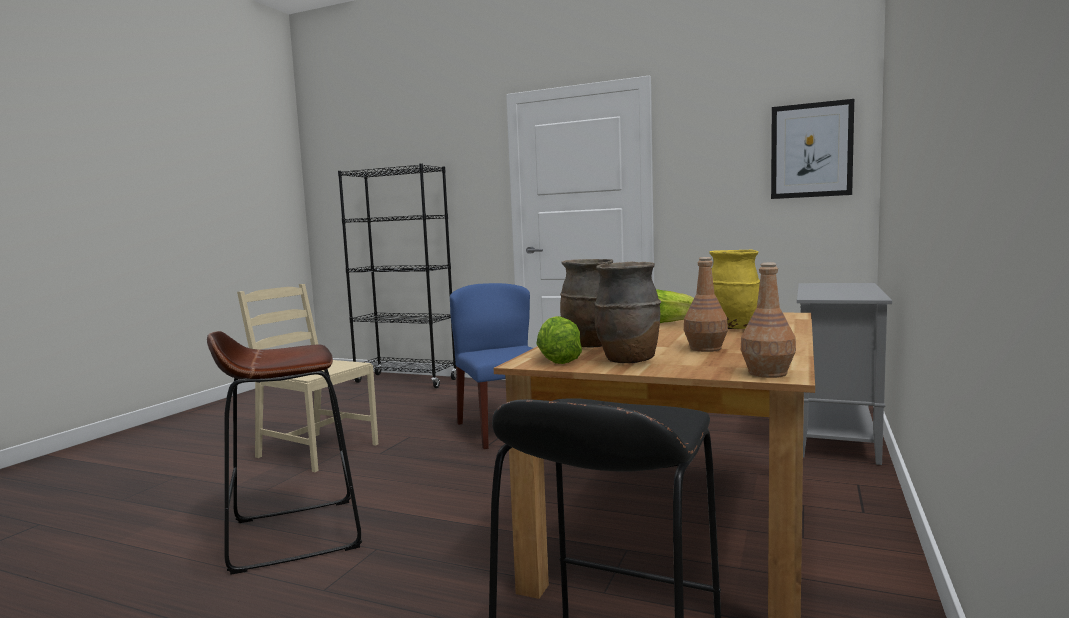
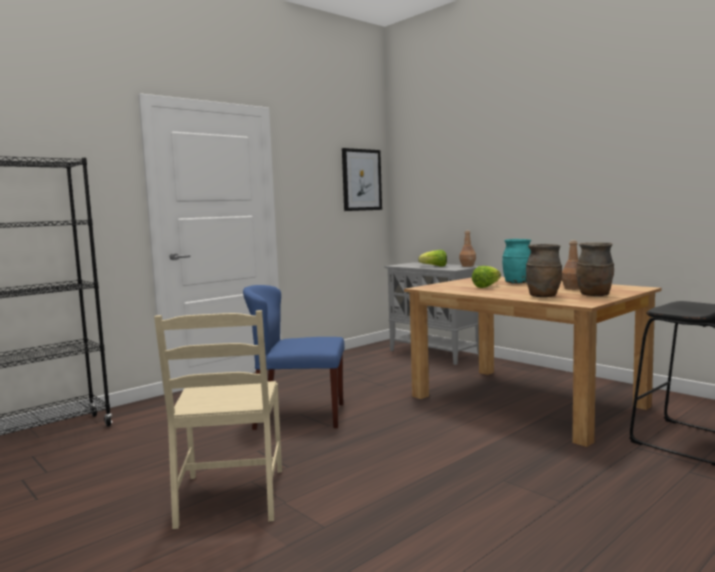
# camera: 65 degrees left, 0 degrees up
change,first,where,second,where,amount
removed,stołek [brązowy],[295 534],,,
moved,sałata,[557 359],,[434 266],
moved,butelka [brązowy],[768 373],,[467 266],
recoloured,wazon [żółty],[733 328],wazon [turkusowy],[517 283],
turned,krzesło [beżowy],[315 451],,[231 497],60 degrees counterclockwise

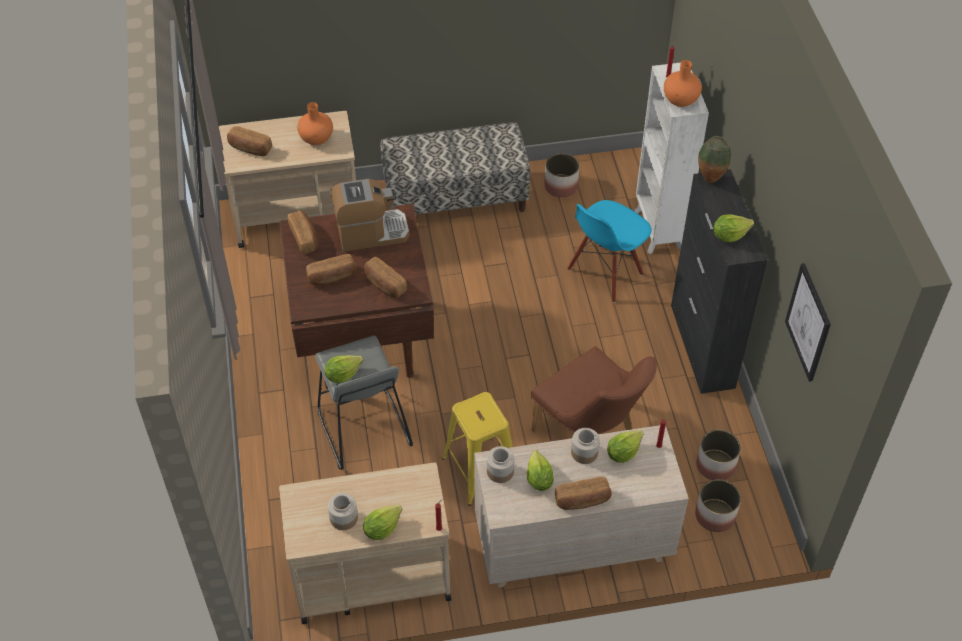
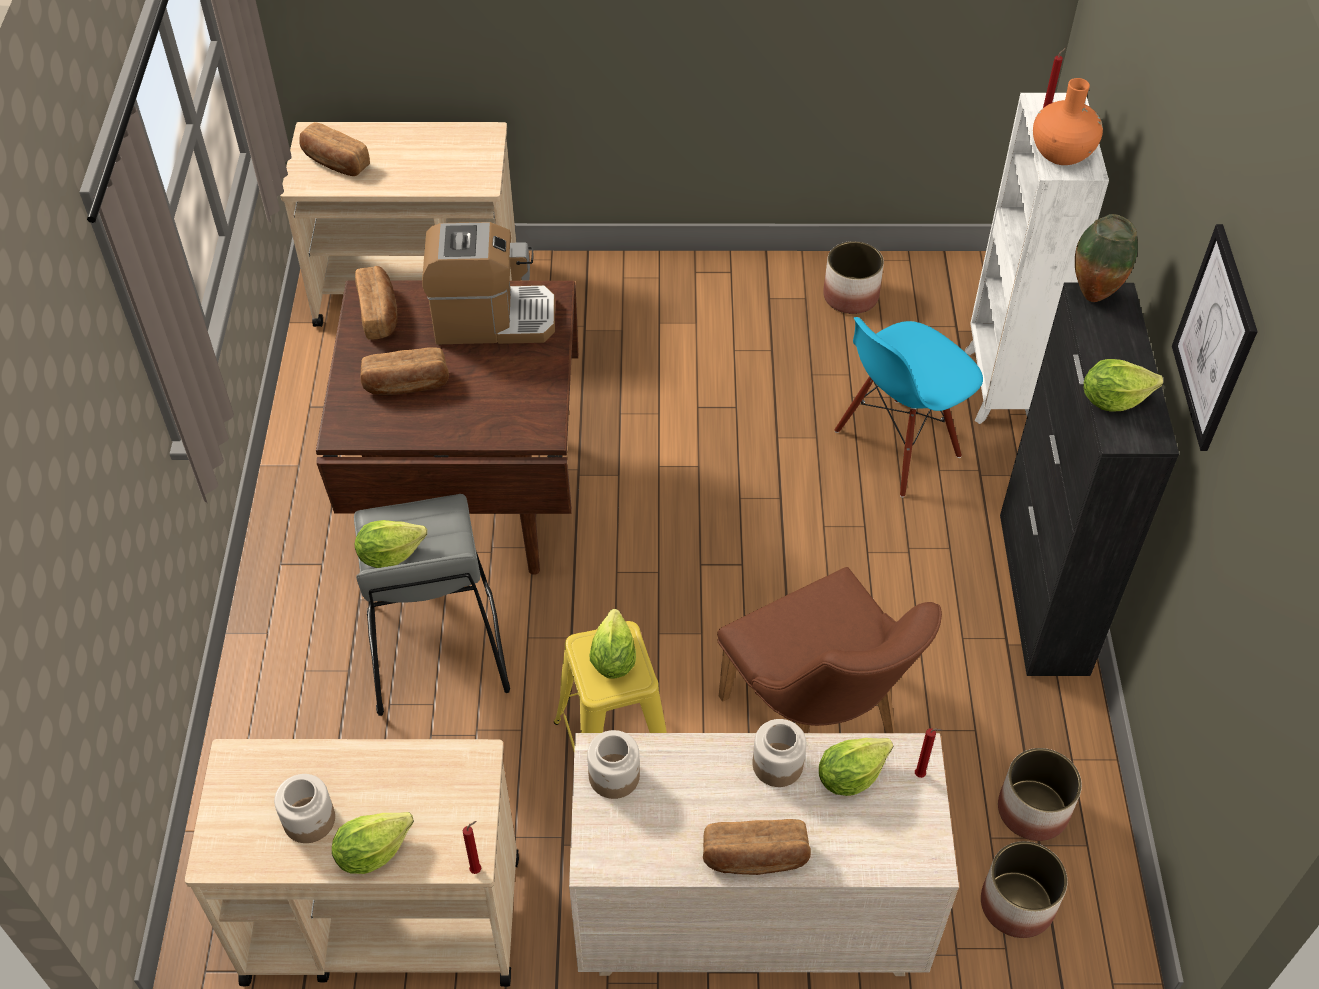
# camera: 10 degrees right, 0 degrees up
change,first,where,second,where,amount
removed,wazon [pomarańczowy],[316 138],,,
removed,chleb,[384 284],,,
removed,ławka,[455 198],,,
moved,sałata,[538 479],,[613 659],
moved,obraz,[808 322],,[1215 339],

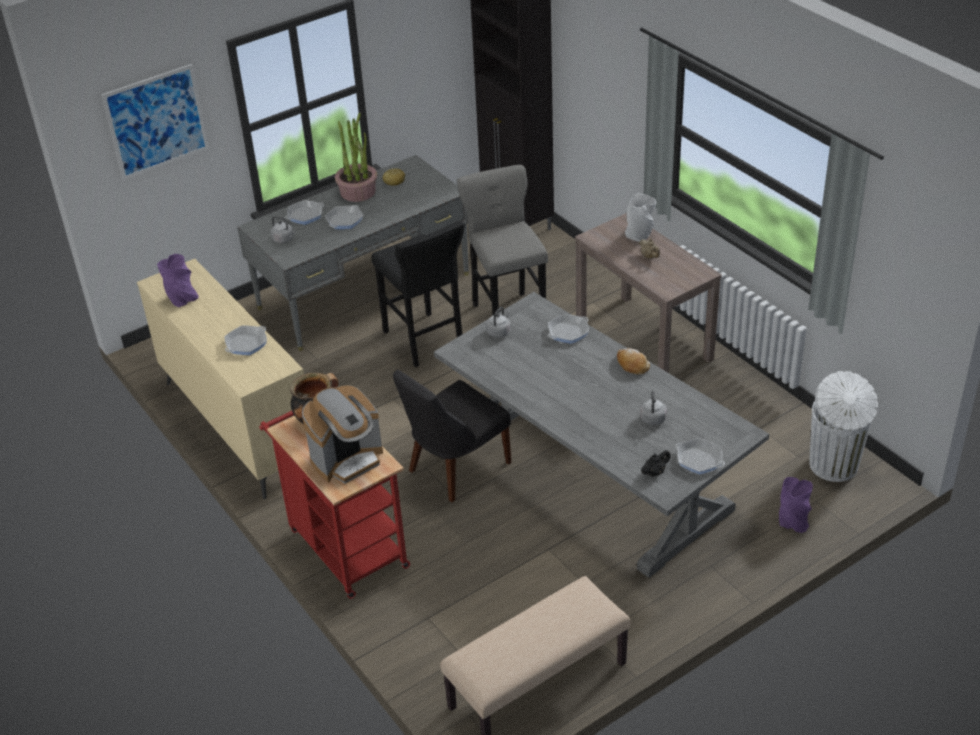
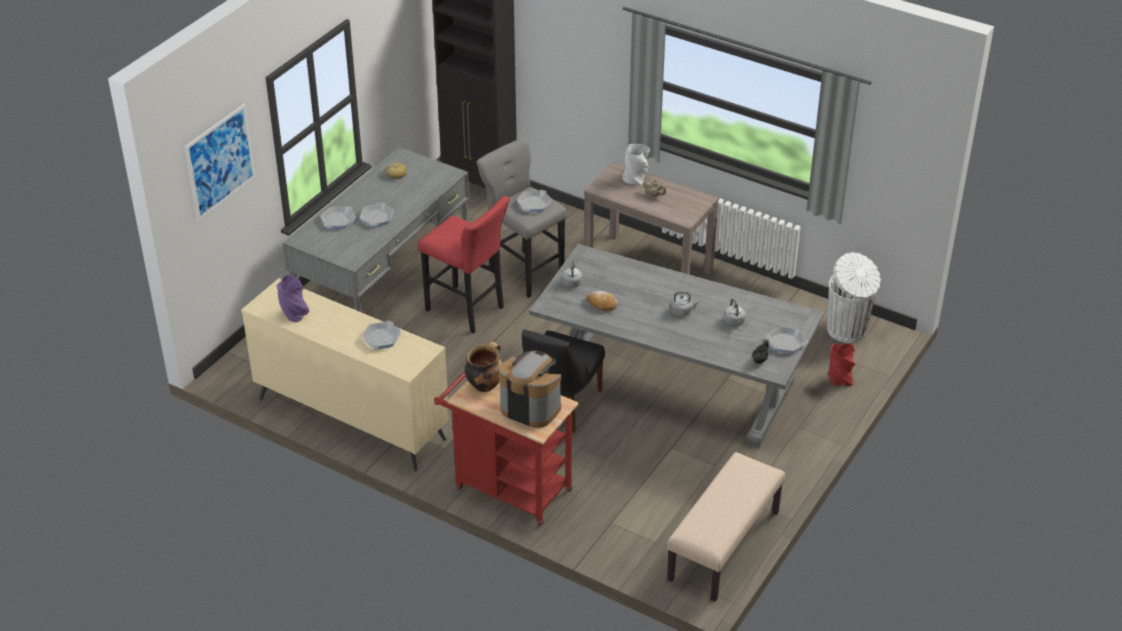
# camera: 25 degrees left, 0 degrees up
change,first,where,second,where,amount
removed,roślina doniczkowa,[358 191],,,
moved,czajnik [szary],[284 239],,[682 311],
moved,patelnia,[568 332],,[534 204],
moved,chleb,[632 365],,[601 304],
recoloured,stołek [czarny],[425 342],stołek [czerwony],[467 311],
recoloured,wazon [fioletowy],[793 521],wazon [czerwony],[840 379],
turned,ekspres do kawy,[347 459],,[530 407],90 degrees counterclockwise

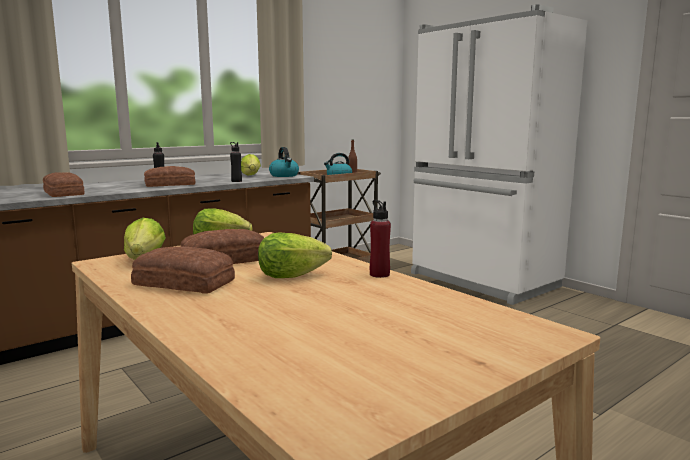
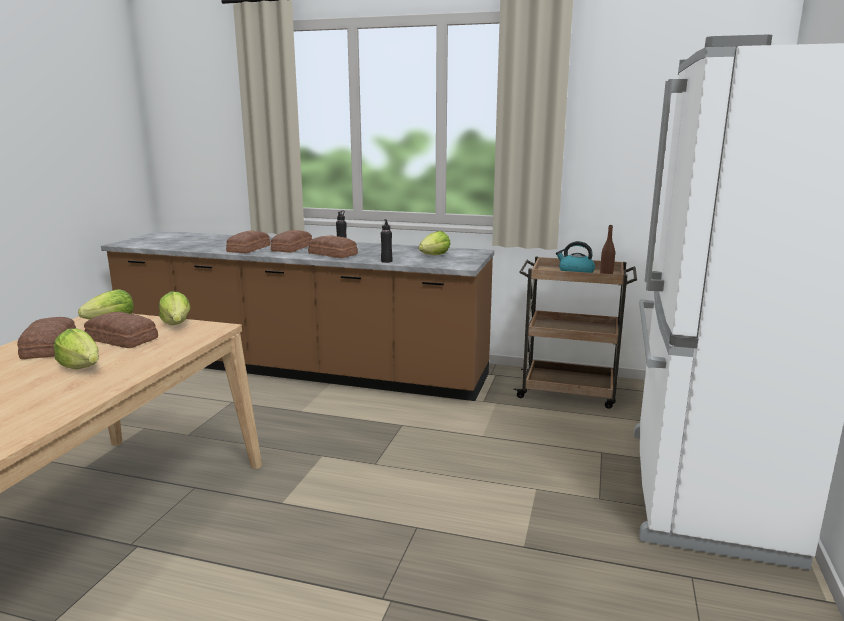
# camera: 55 degrees right, 5 degrees up
change,first,where,second,where,amount
removed,czajnik,[284 175],,,
removed,butelka [czerwony],[379 274],,,
added,,,chleb,[291 248],

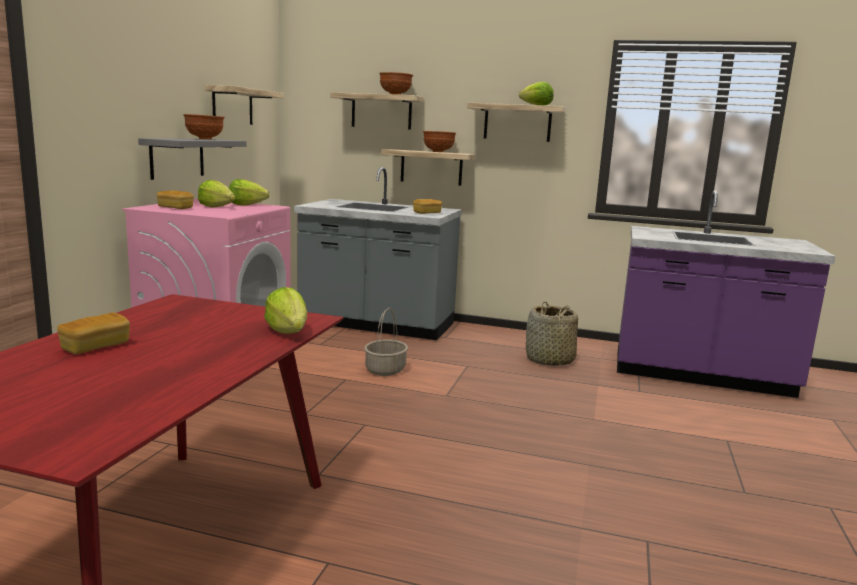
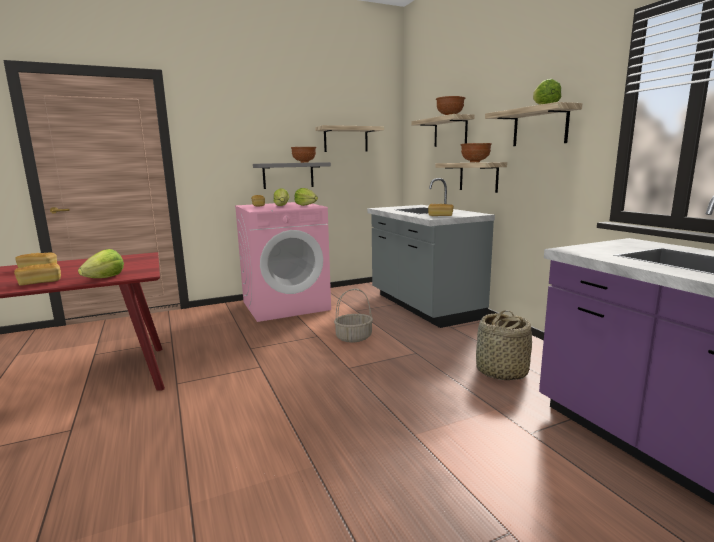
# camera: 50 degrees right, 0 degrees up
change,first,where,second,where,amount
added,,,chleb,[40 282],

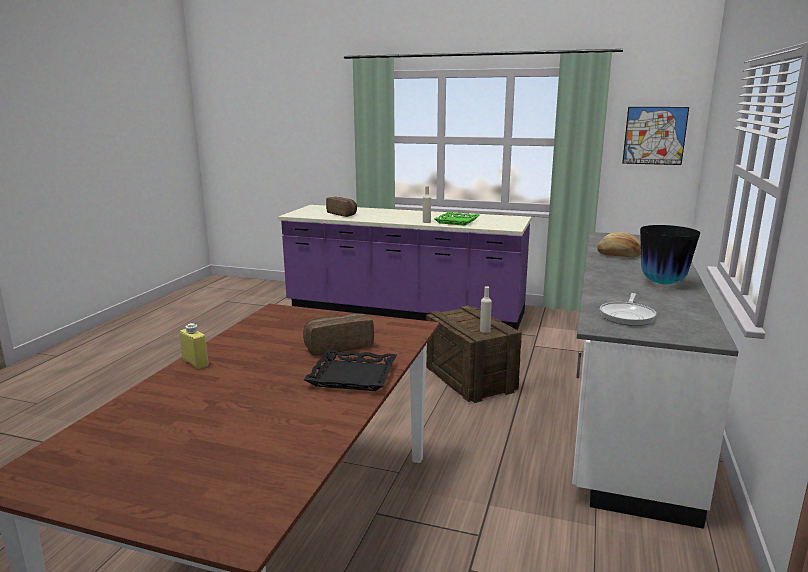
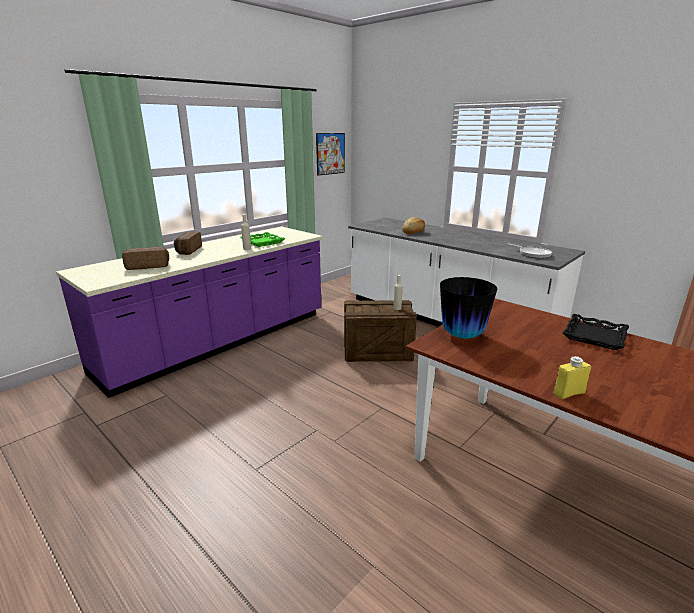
# camera: 65 degrees left, 5 degrees up
change,first,where,second,where,amount
moved,chleb,[338 346],,[187 250],
moved,wazon,[662 283],,[462 336],

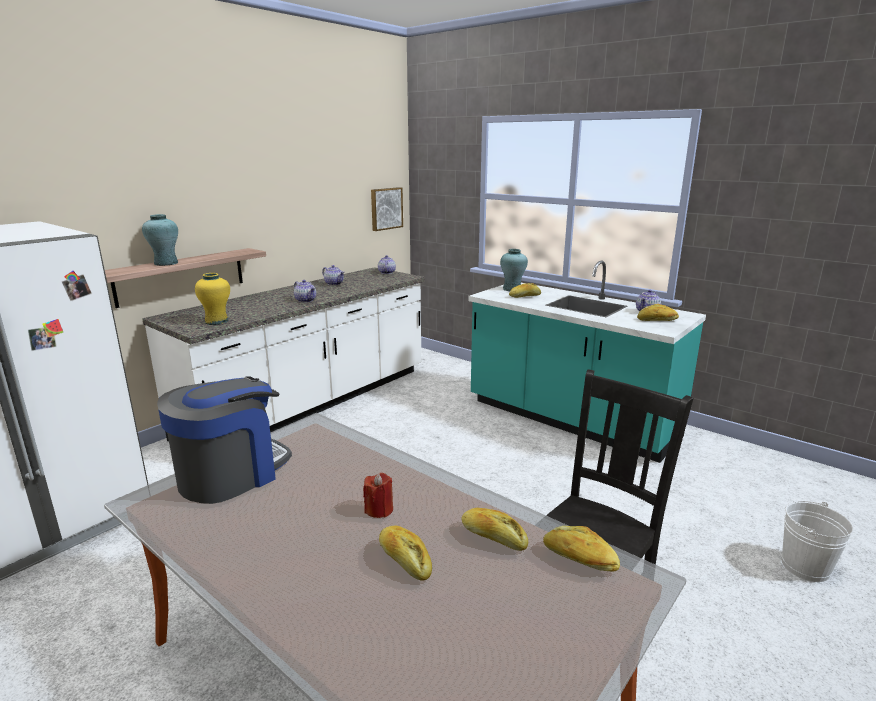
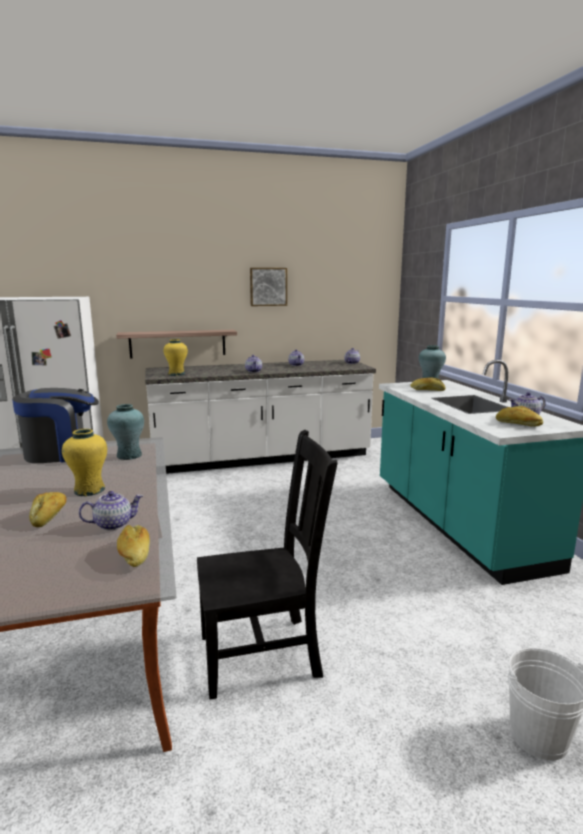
# camera: 35 degrees right, 5 degrees down
change,first,where,second,where,amount
moved,wazon [turkusowy],[166 263],,[129 455],
moved,obraz,[385 208],,[268 287],
replaced,świeca [czerwony],[379 510],wazon [żółty],[89 490],
replaced,chleb,[493 537],imbryk,[114 524],

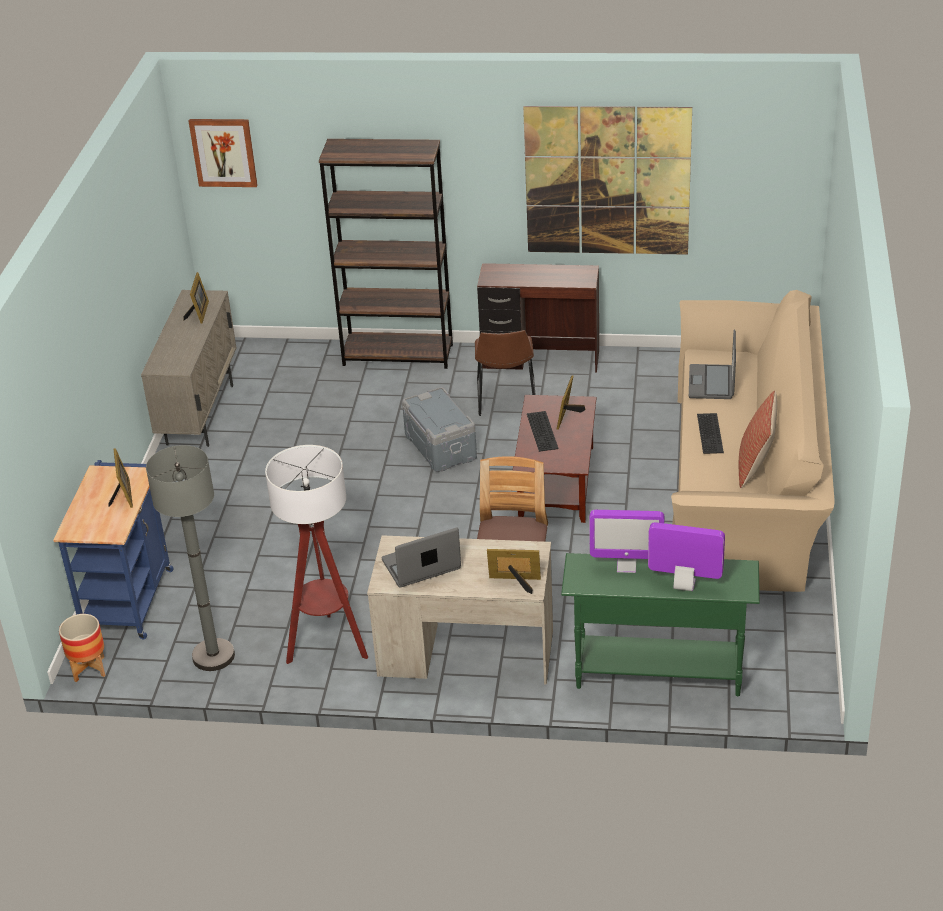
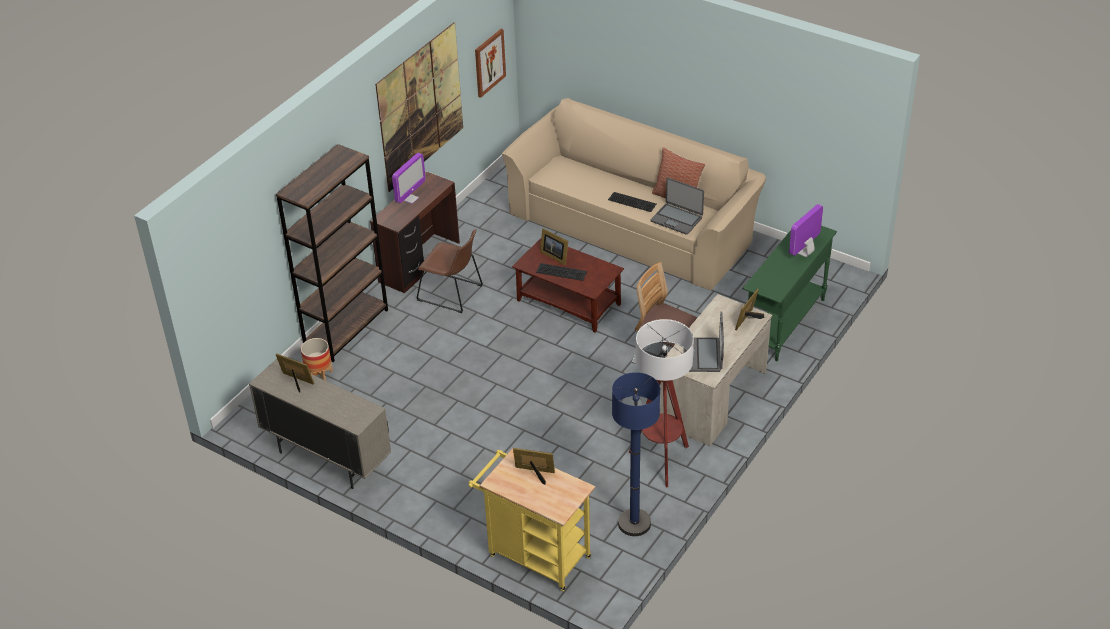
# camera: 65 degrees left, 5 degrees up
change,first,where,second,where,amount
removed,pojemnik do przechowywania [szary],[439 447],,,
moved,donica,[89 669],,[319 376],
moved,obraz,[223 152],,[489 62],
moved,monitor,[626 566],,[410 199],
moved,laptop,[712 383],,[677 219],
recoloured,wózek [niebieski],[130 597],wózek [żółty],[534 554],
recoloured,lampa stojąca [szary],[213 656],lampa stojąca [niebieski],[634 523],

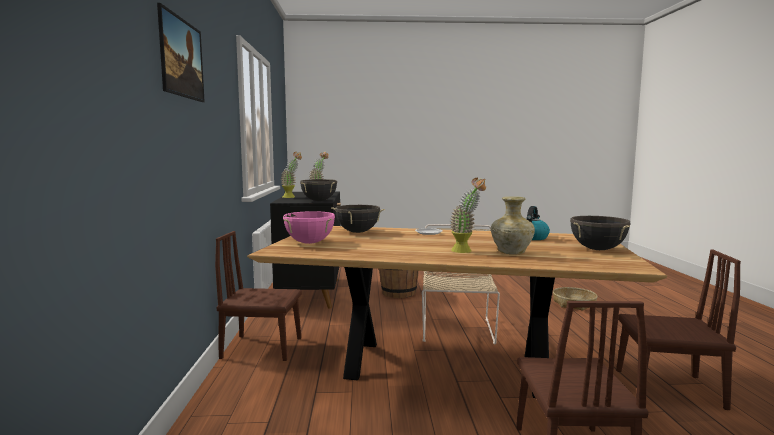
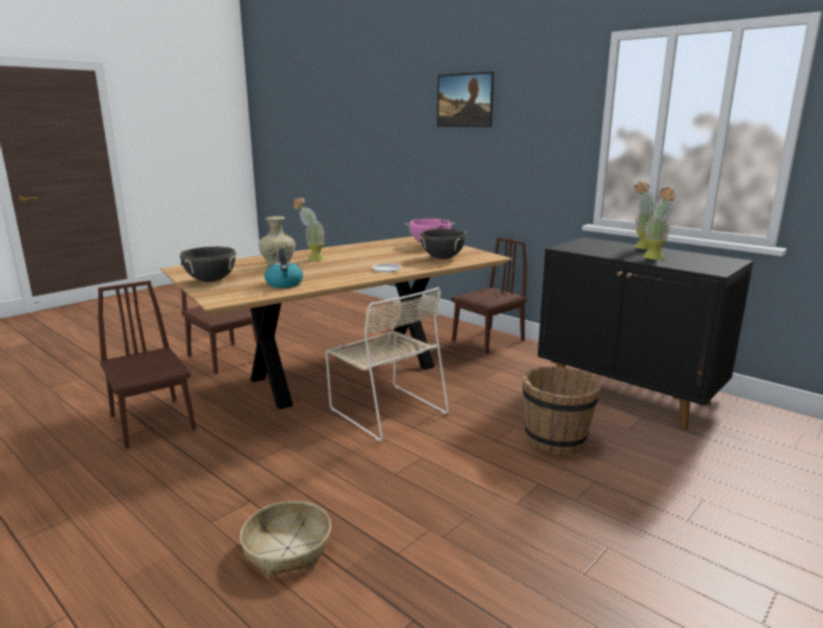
# camera: 135 degrees right, 10 degrees up
change,first,where,second,where,amount
removed,garnek [czarny],[319 201],,,
turned,krzesło [brązowy],[668 388],,[152 422],90 degrees clockwise

